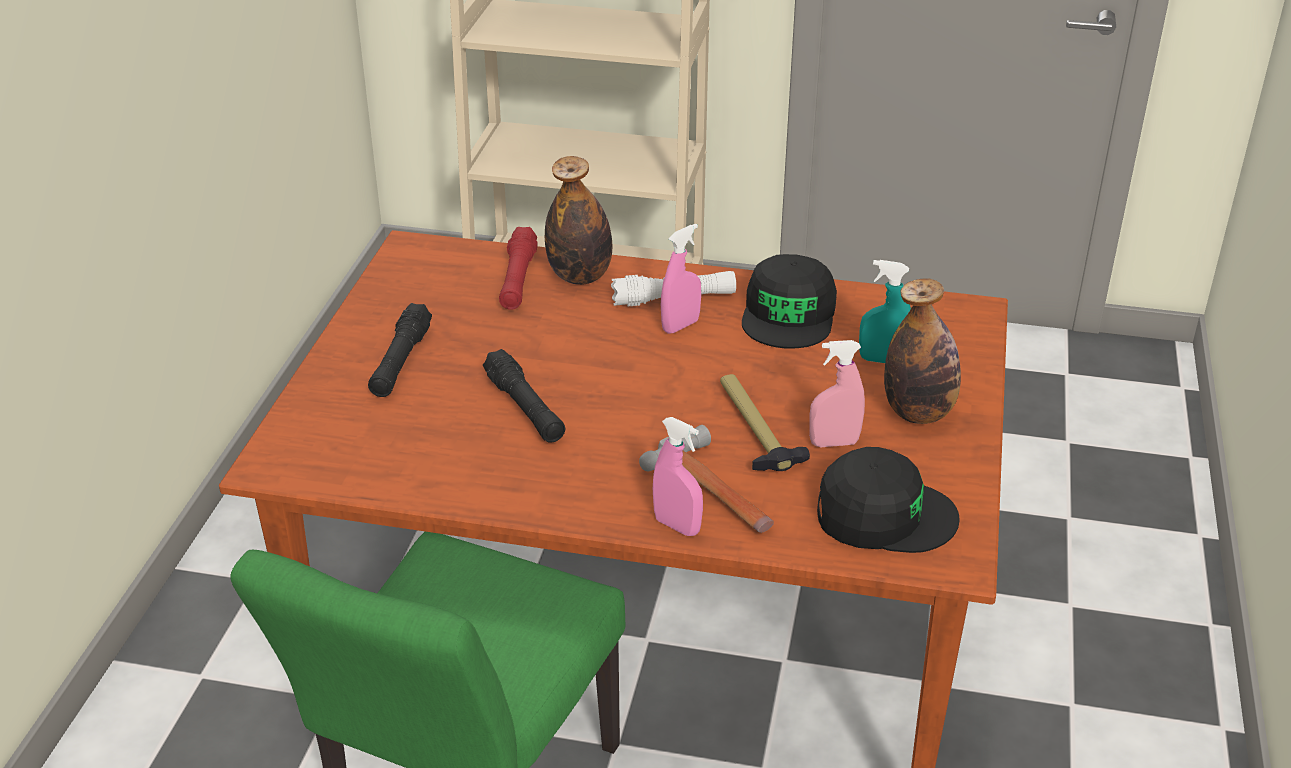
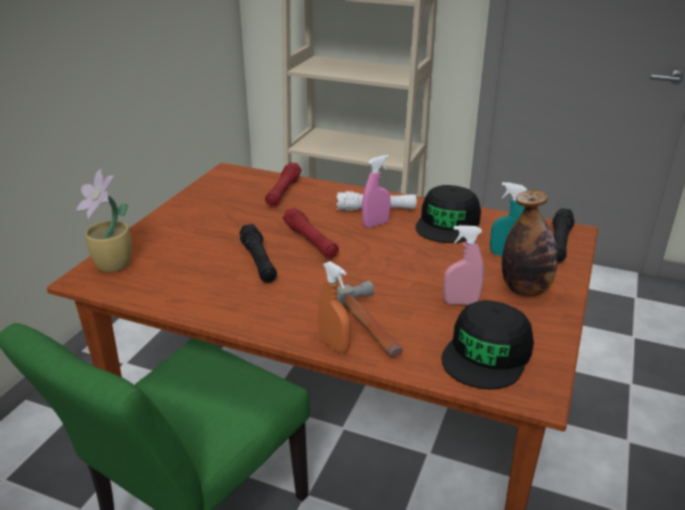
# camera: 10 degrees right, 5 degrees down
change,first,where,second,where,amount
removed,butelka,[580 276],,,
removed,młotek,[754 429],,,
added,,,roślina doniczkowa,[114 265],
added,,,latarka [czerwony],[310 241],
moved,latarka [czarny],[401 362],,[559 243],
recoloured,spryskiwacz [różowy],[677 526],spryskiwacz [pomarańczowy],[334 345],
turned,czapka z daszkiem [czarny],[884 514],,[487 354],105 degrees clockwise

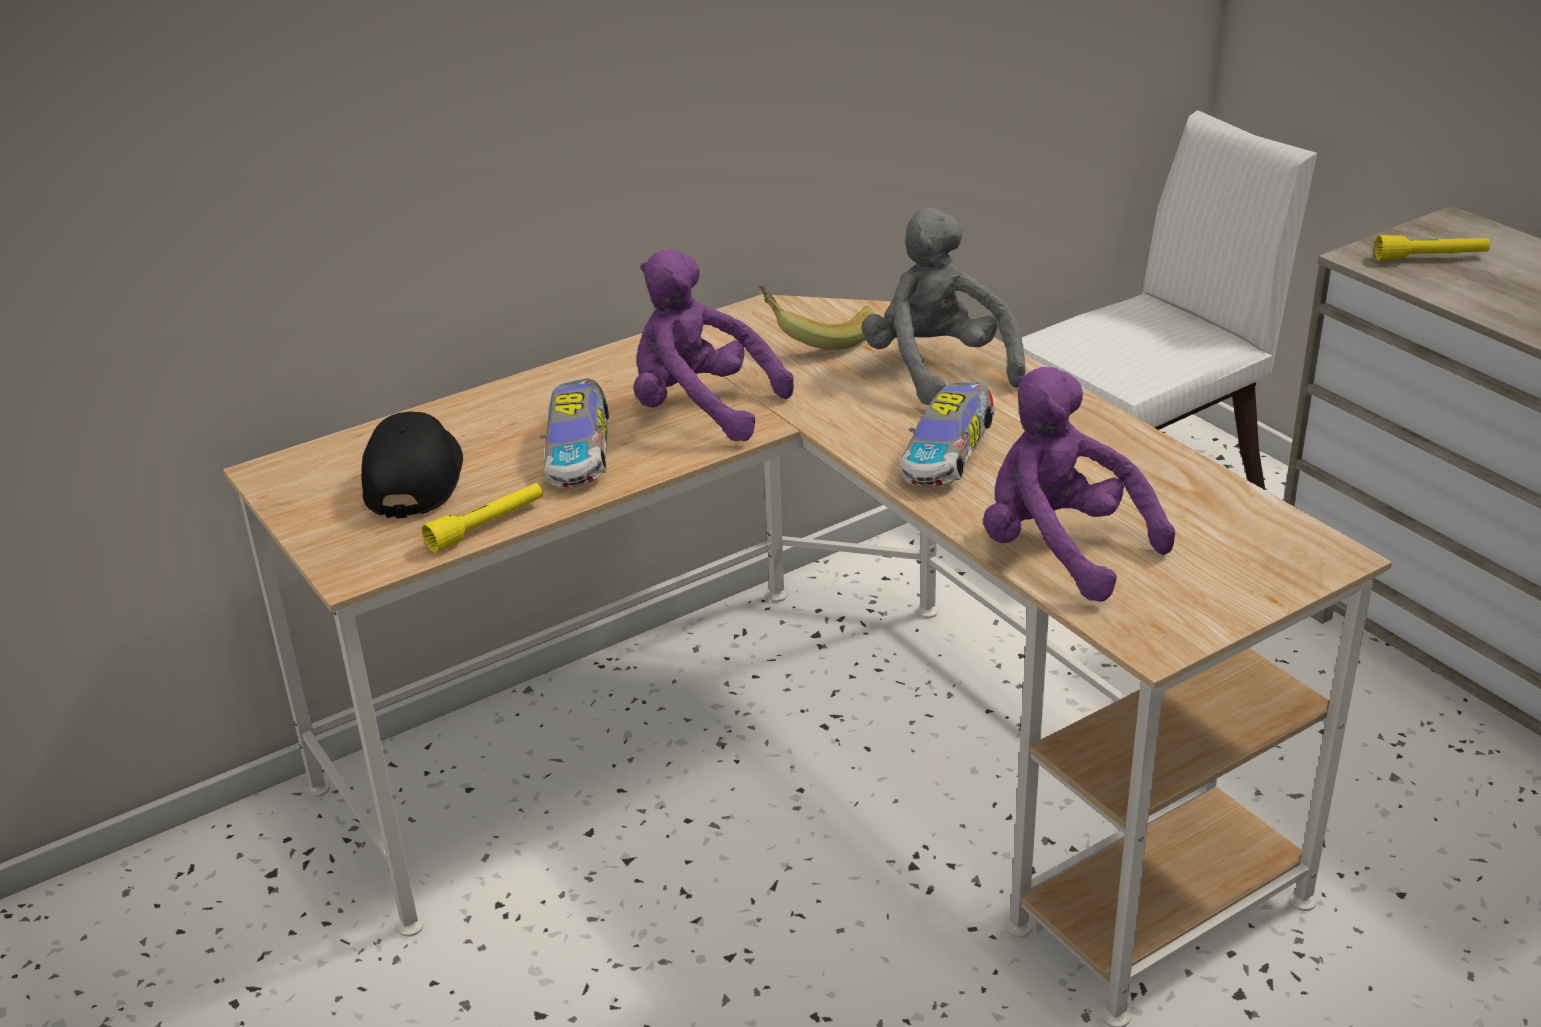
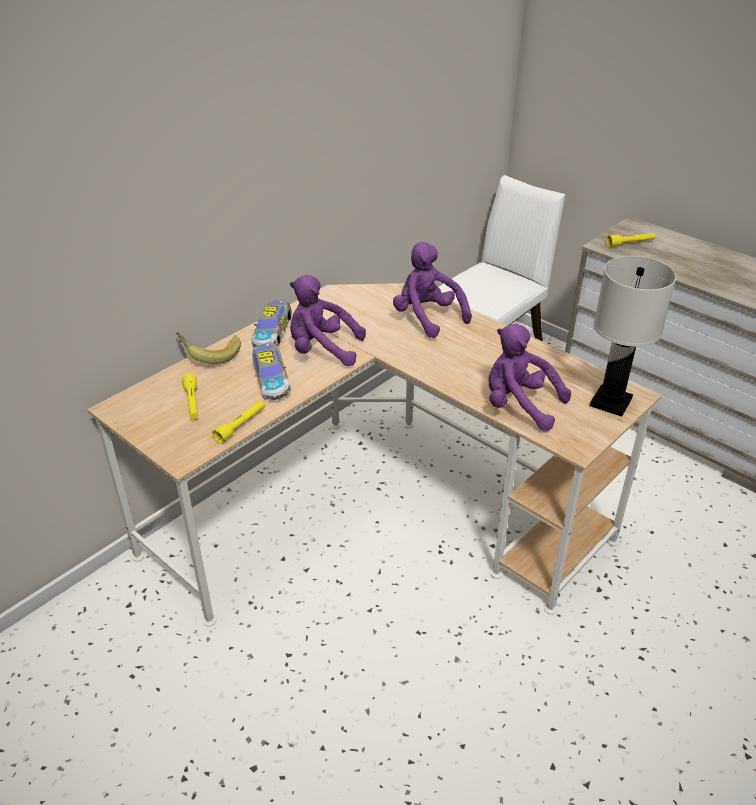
# camera: 15 degrees left, 5 degrees up
change,first,where,second,where,amount
added,,,lampa stołowa [biały],[611 403],
moved,banan,[817 337],,[210 355],
moved,samochodzik,[948 455],,[273 334],
replaced,czapka z daszkiem [czarny],[414 478],latarka [żółty],[192 403],
recoloured,pluszak [szary],[937 369],pluszak [fioletowy],[427 317],

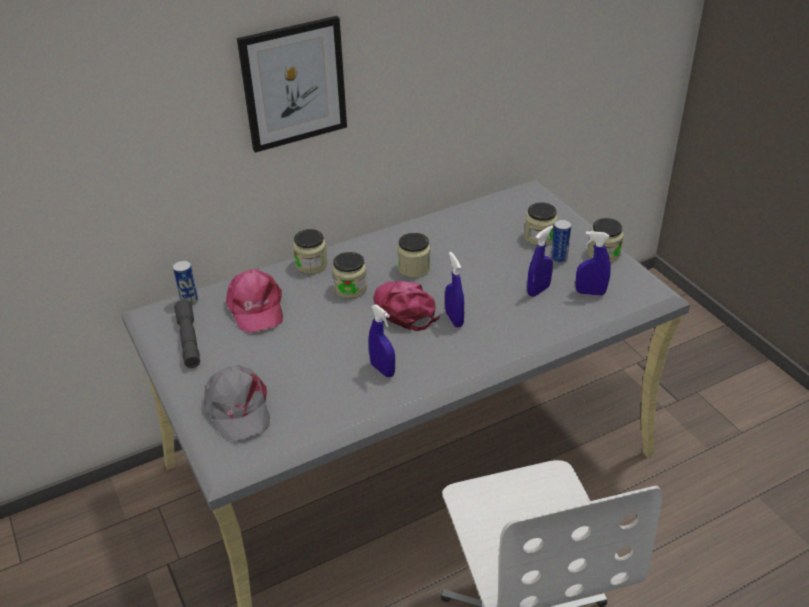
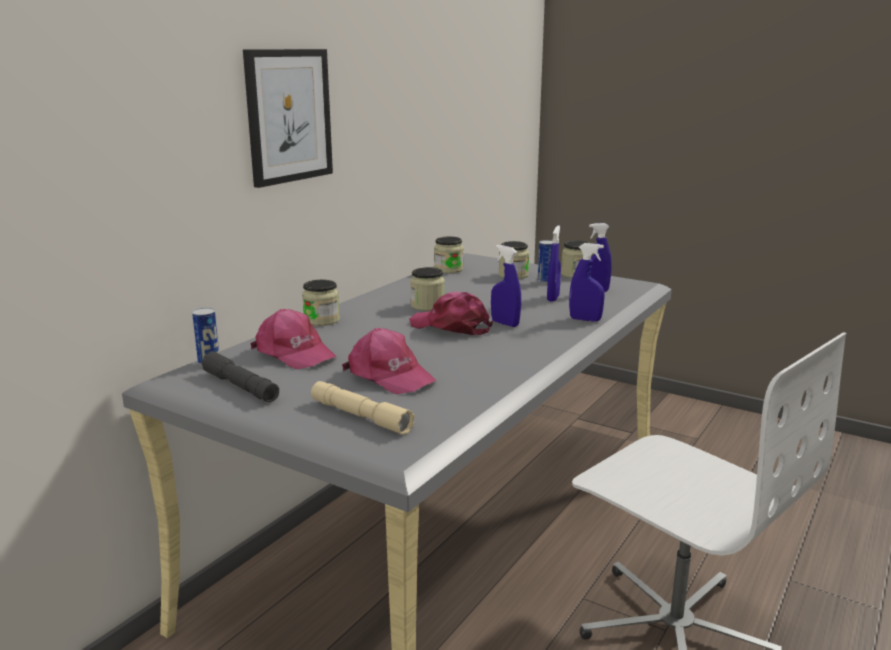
# camera: 30 degrees left, 20 degrees down
change,first,where,second,where,amount
added,,,czapka z daszkiem [różowy],[389 376],
moved,słoik,[350 288],,[448 269],
moved,spryskiwacz [niebieski],[382 369],,[585 319],
replaced,czapka z daszkiem [szary],[237 408],latarka [beżowy],[360 416],

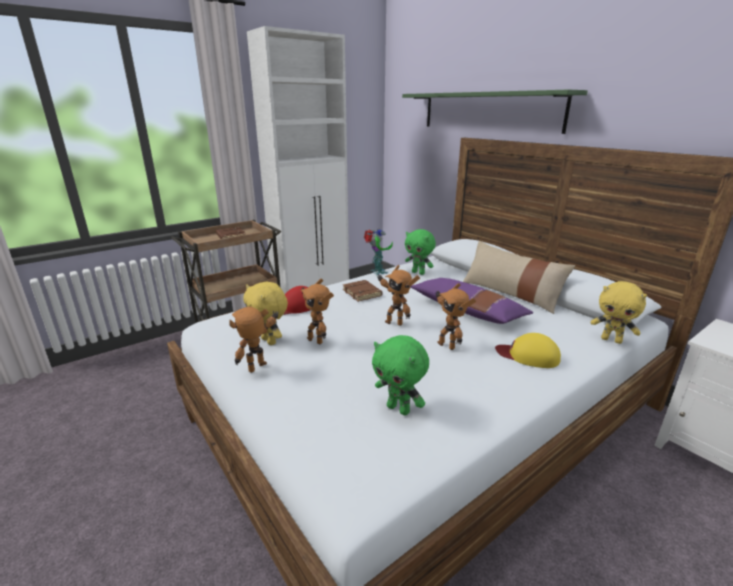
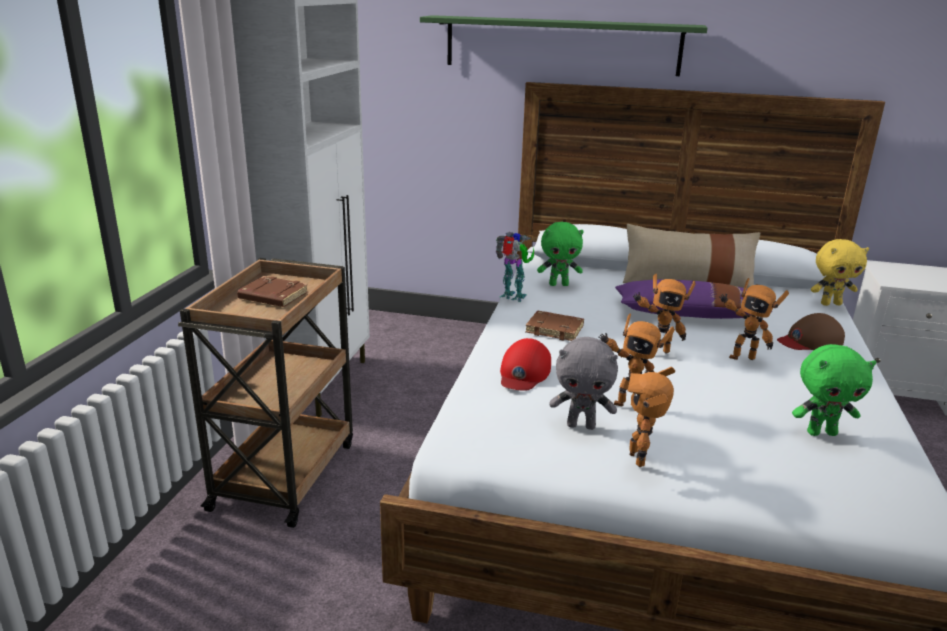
# camera: 40 degrees left, 0 degrees up
change,first,where,second,where,amount
recoloured,pluszak [żółty],[270 341],pluszak [szary],[581 425],
recoloured,czapka z daszkiem [żółty],[528 355],czapka z daszkiem [brązowy],[810 341],

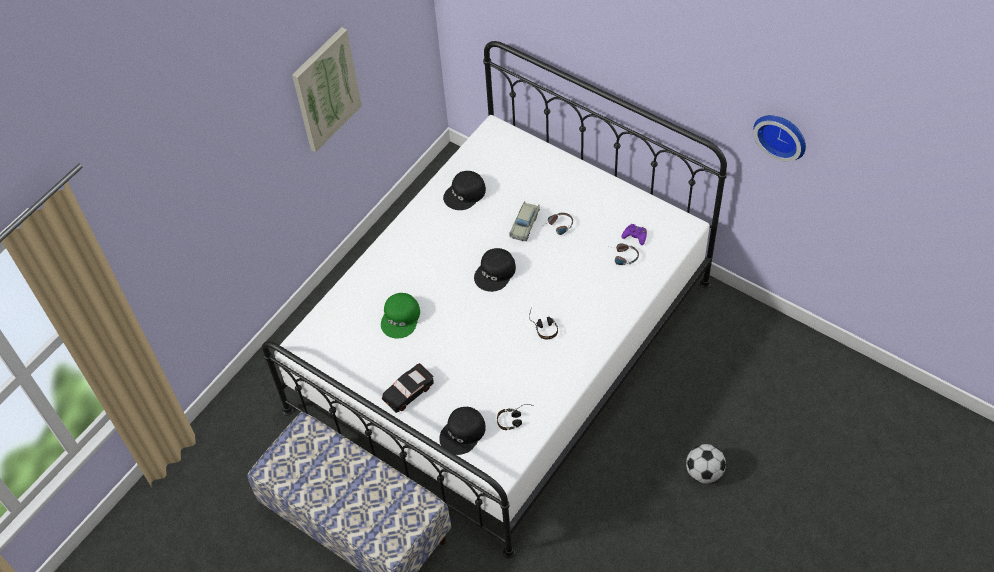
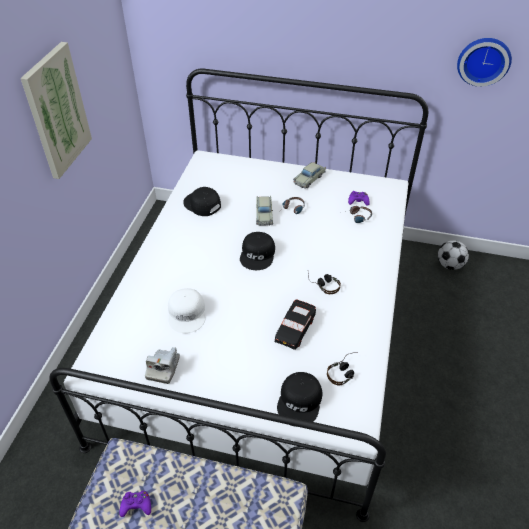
# camera: 25 degrees left, 10 degrees down
change,first,where,second,where,amount
added,,,pad do gier [fioletowy],[136 505],
added,,,aparat fotograficzny,[163 368],
added,,,samochodzik [beżowy],[309 179],
moved,samochodzik [czarny],[408 391],,[295 329],
moved,piłka futbolowa,[704 472],,[449 265],
recoloured,czapka z daszkiem [zielony],[401 318],czapka z daszkiem [biały],[187 313],
turned,czapka z daszkiem [czarny],[465 194],,[202 204],105 degrees clockwise

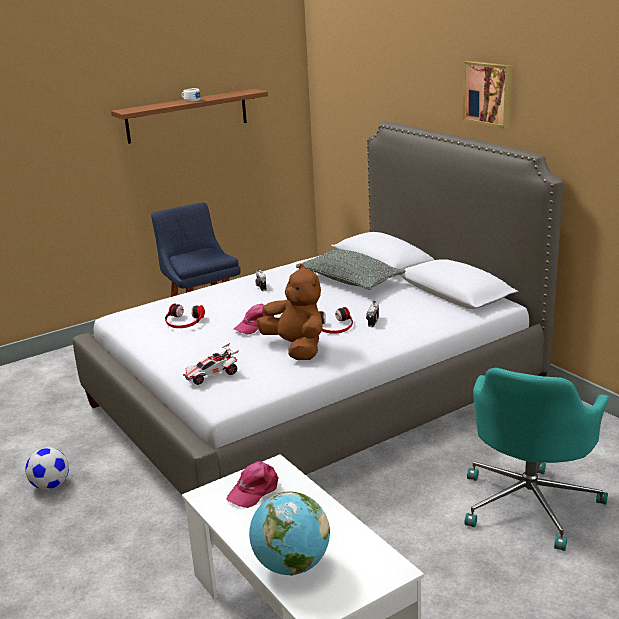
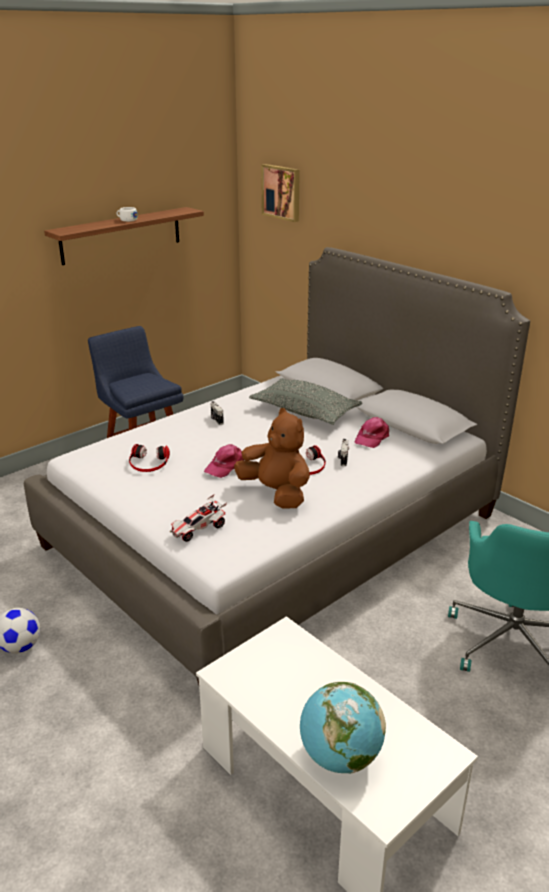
# camera: 10 degrees left, 5 degrees up
change,first,where,second,where,amount
moved,czapka z daszkiem [różowy],[254 490],,[371 438],
moved,obraz,[489 93],,[282 192],

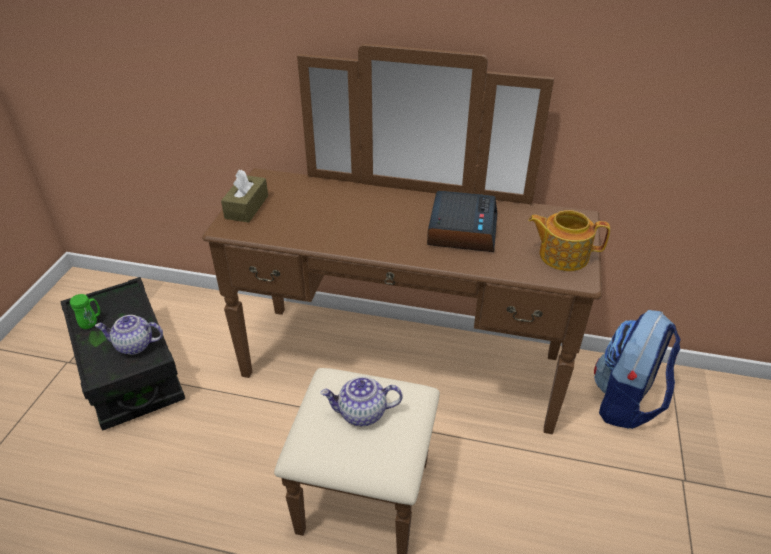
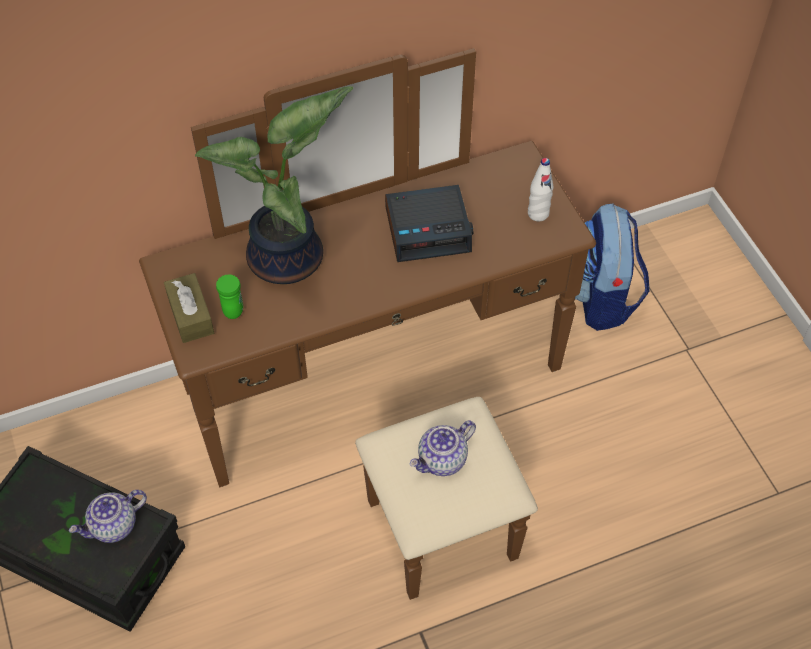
# camera: 35 degrees left, 15 degrees up
change,first,where,second,where,amount
added,,,roślina doniczkowa,[290 260],
moved,kubek [zielony],[91 322],,[234 307],
replaced,imbryk,[562 255],butelka [biały],[538 214],
turned,budzik,[461 229],,[428 229],105 degrees clockwise

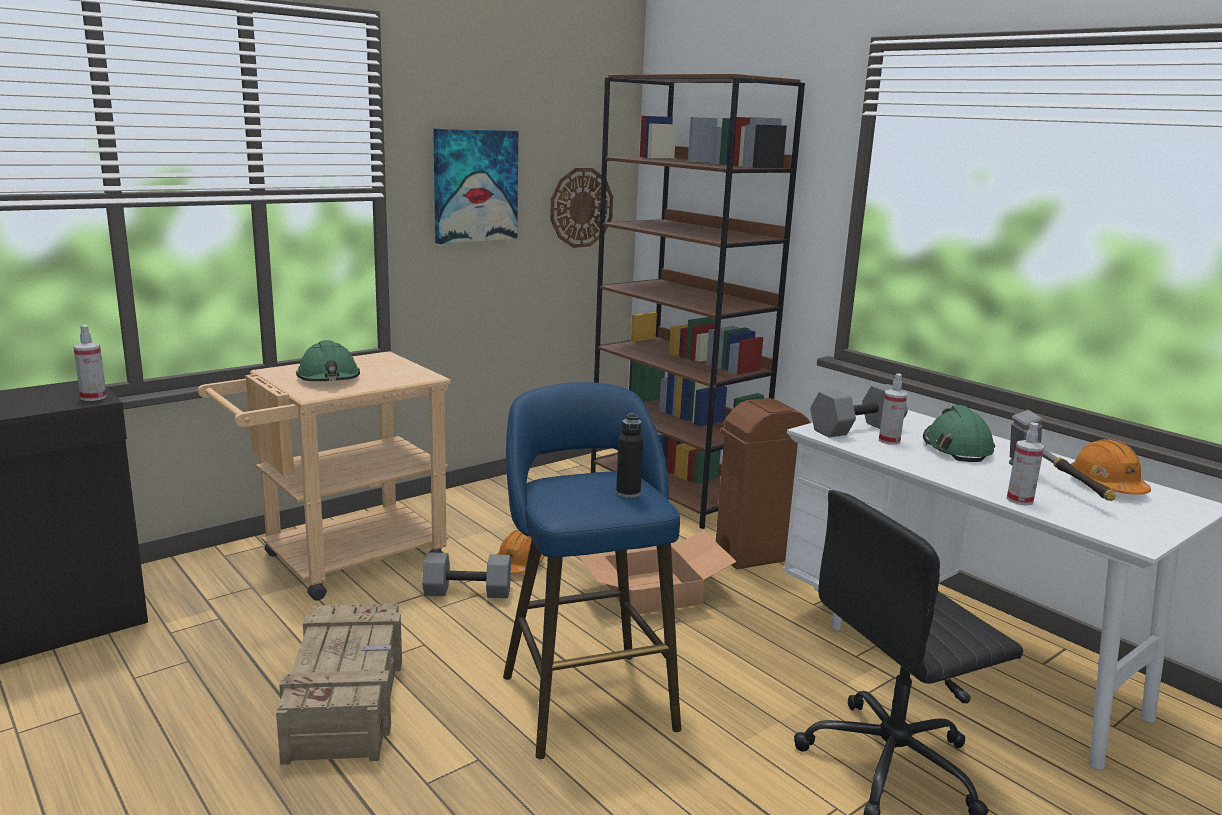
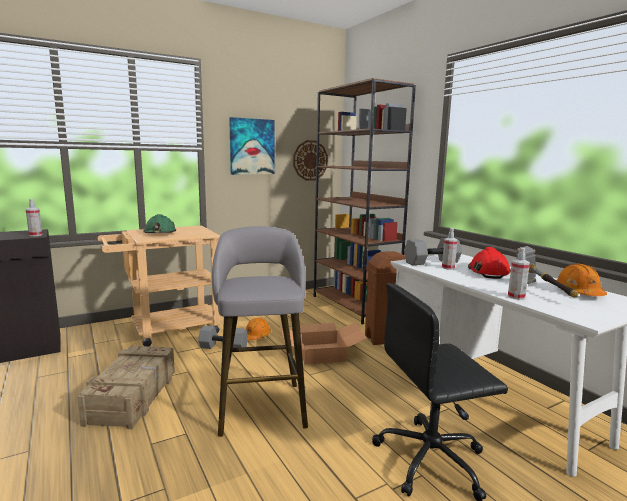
# camera: 10 degrees right, 5 degrees down
change,first,where,second,where,amount
removed,butelka [czarny],[628 493],,,
recoloured,stołek [niebieski],[584 696],stołek [szary],[260 404],
recoloured,kask [zielony],[956 448],kask [czerwony],[488 272],

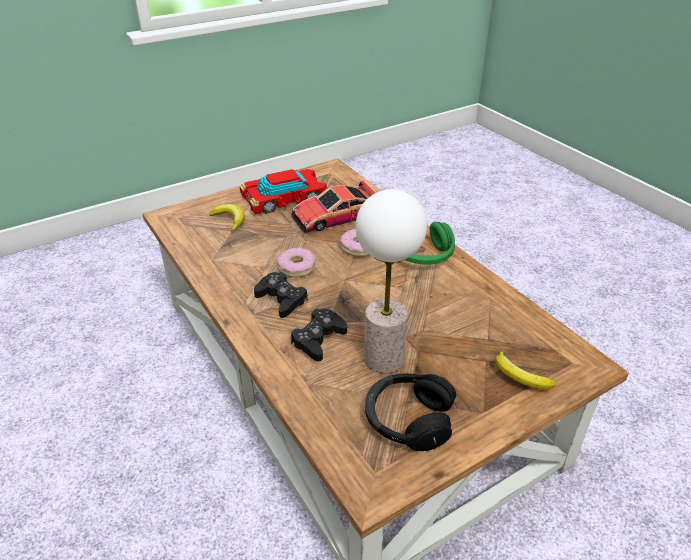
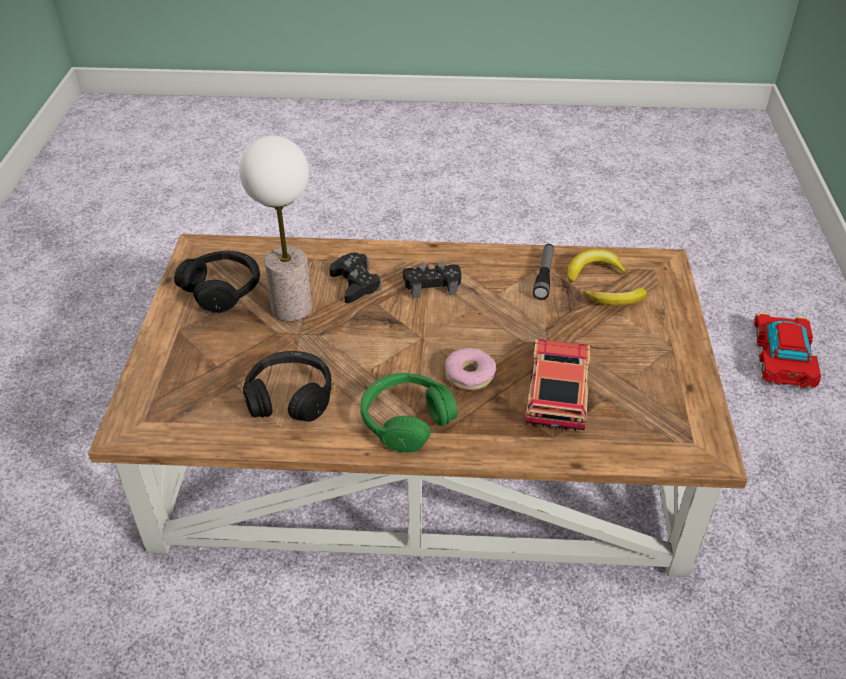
# camera: 125 degrees right, 5 degrees up
change,first,where,second,where,amount
removed,donut,[296 267],,,
added,,,słuchawki [czarny],[290 397],
added,,,latarka,[544 276],
moved,samochodzik,[284 199],,[782 356],
moved,banan,[519 377],,[593 271],

